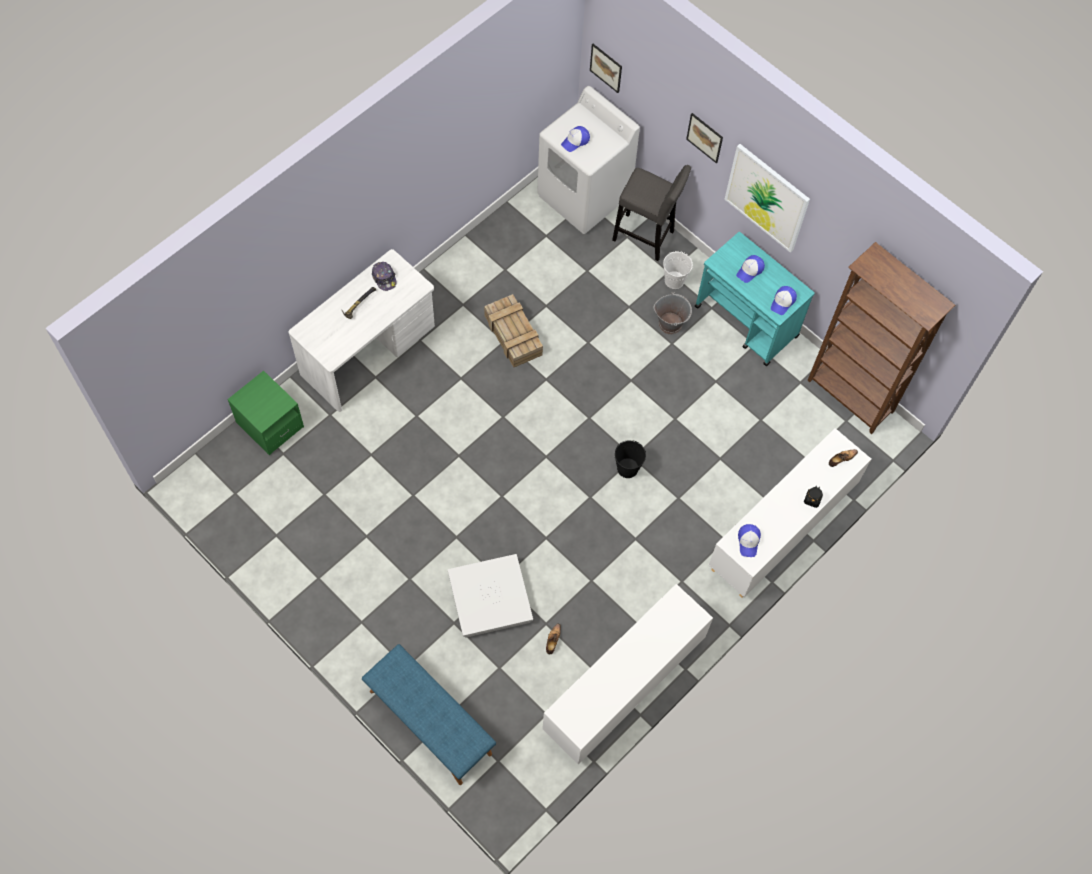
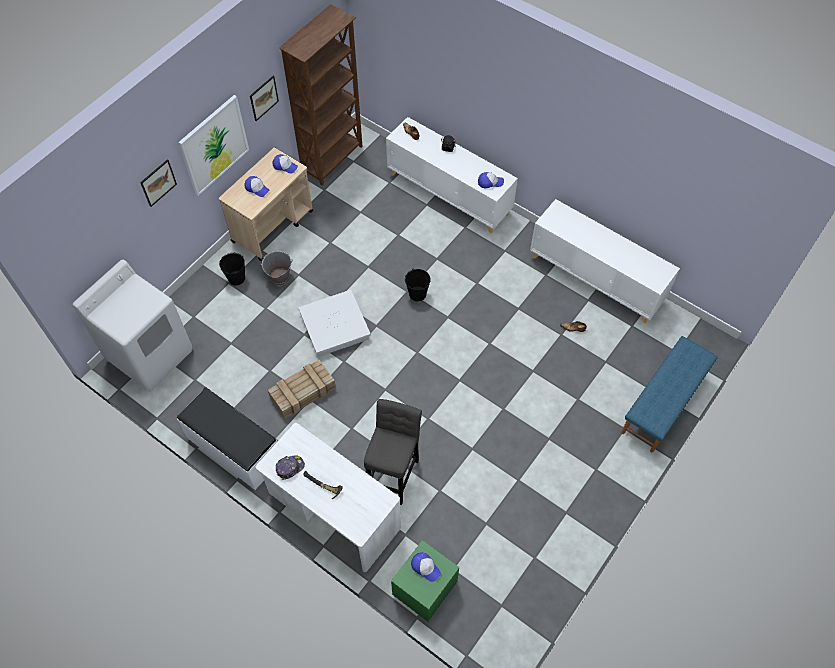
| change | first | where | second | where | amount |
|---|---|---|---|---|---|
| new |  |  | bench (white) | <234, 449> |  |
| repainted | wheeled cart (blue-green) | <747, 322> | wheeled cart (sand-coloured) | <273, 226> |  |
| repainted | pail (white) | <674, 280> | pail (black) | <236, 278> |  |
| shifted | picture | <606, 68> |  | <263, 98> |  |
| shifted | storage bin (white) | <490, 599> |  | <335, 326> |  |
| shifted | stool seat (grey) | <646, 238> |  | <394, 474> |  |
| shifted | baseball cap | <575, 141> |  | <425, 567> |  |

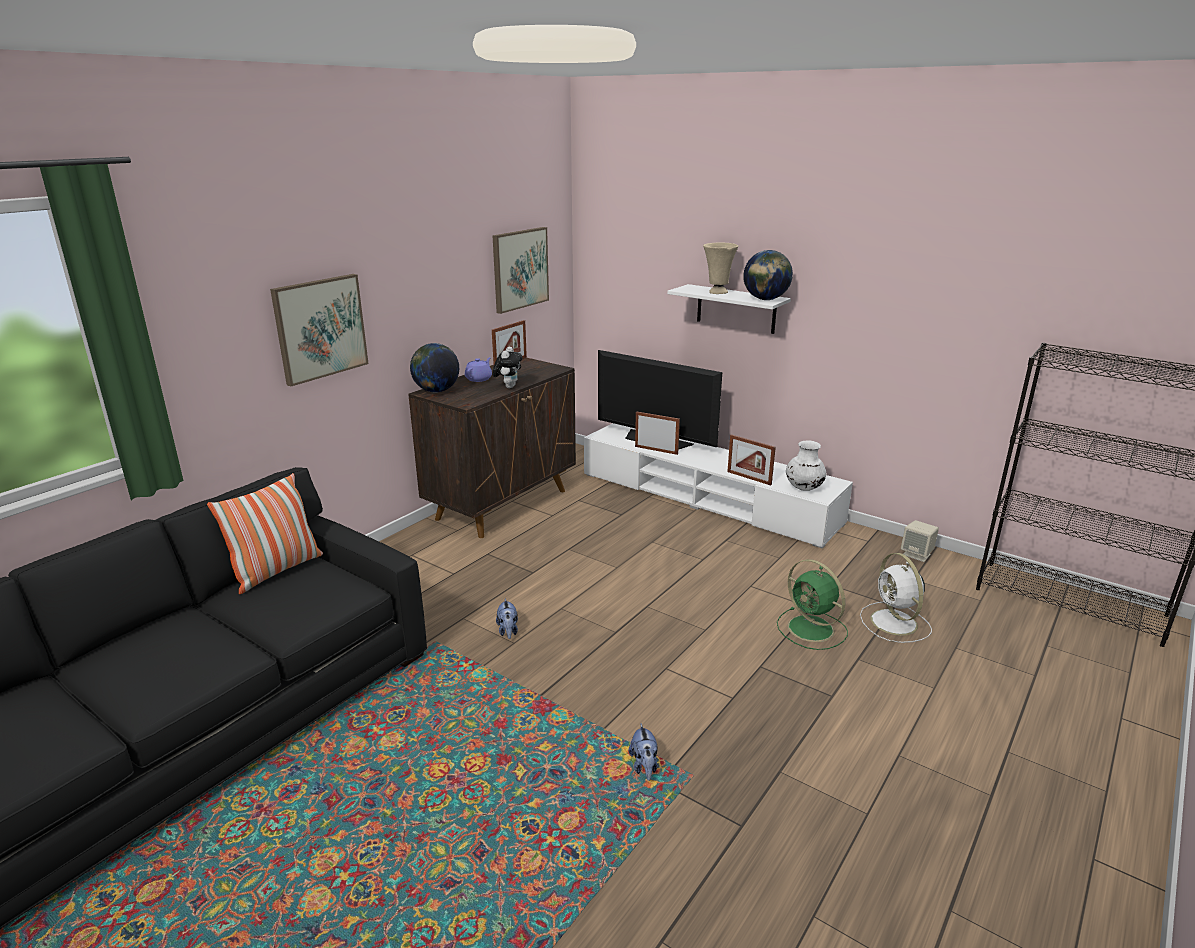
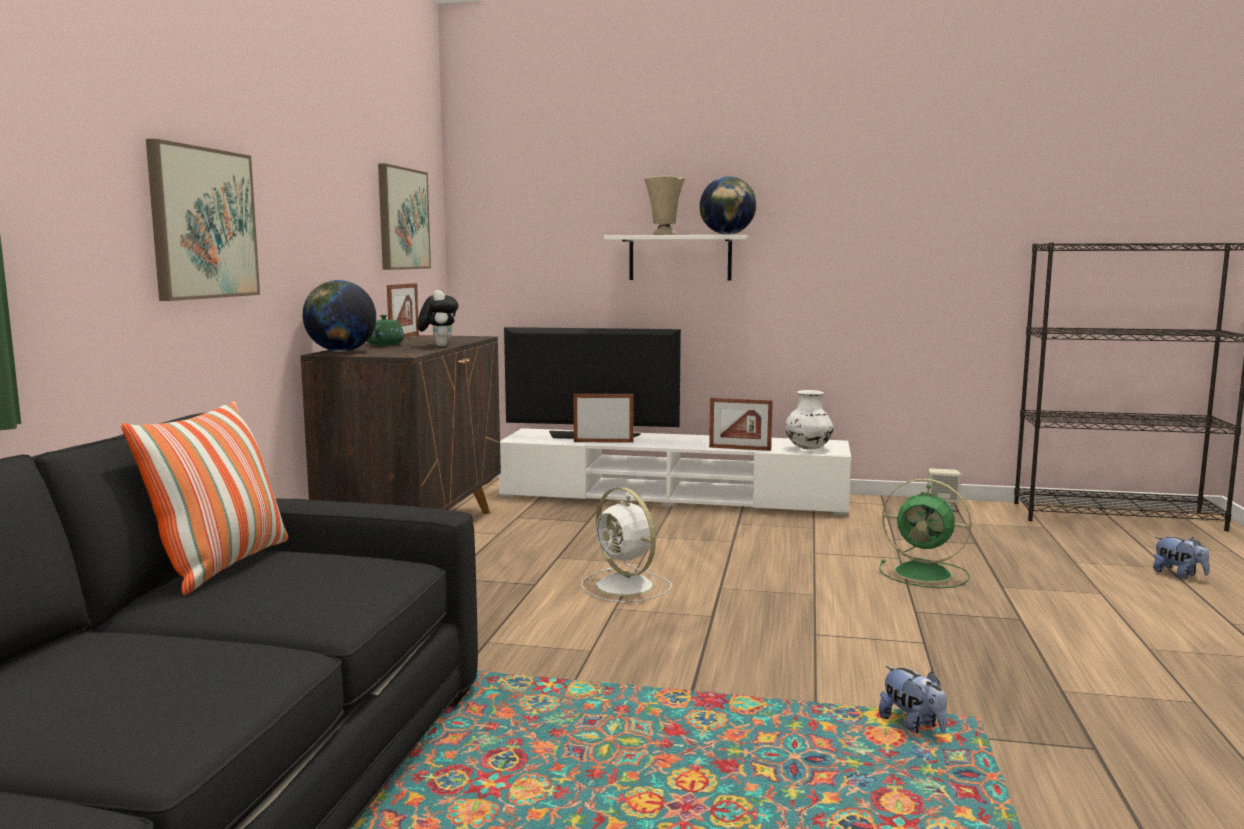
| change | first | where | second | where | amount |
|---|---|---|---|---|---|
| repainted | teapot (purple) | <479, 379> | teapot (green-coloured) | <385, 344> |  |
| shifted | cooling fan (white) | <895, 623> |  | <626, 586> |  |
| shifted | plush toy | <508, 631> |  | <1179, 575> |  |

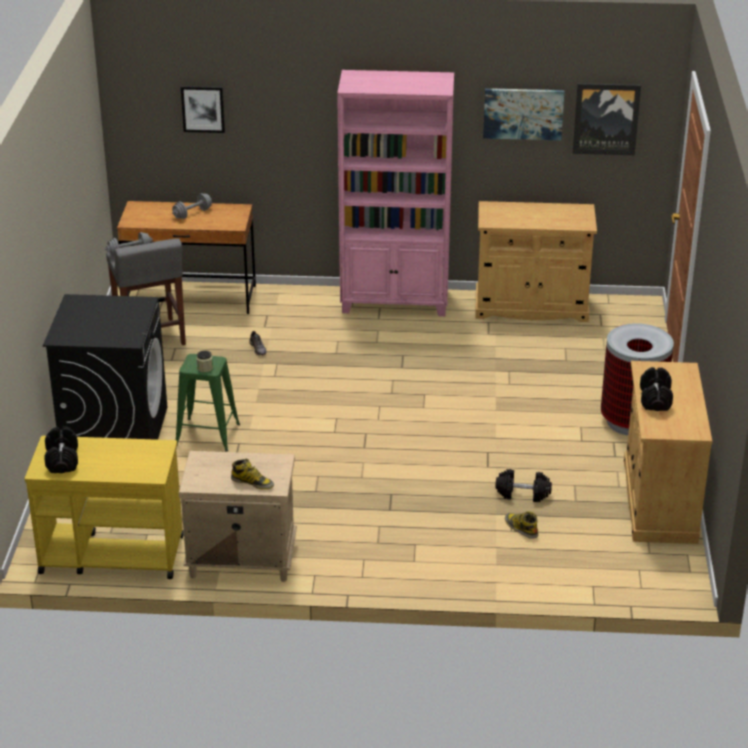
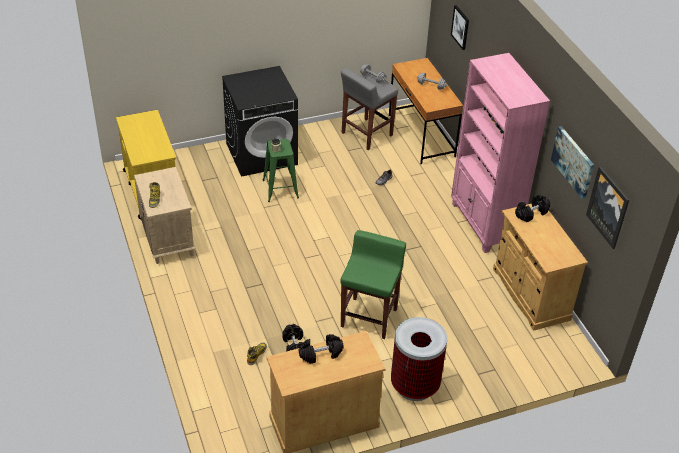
| change | first | where | second | where | amount |
|---|---|---|---|---|---|
| new |  |  | stool seat (green-coloured) | <369, 317> |  |
| shifted | dumbbell (black) | <62, 460> |  | <531, 213> |  |

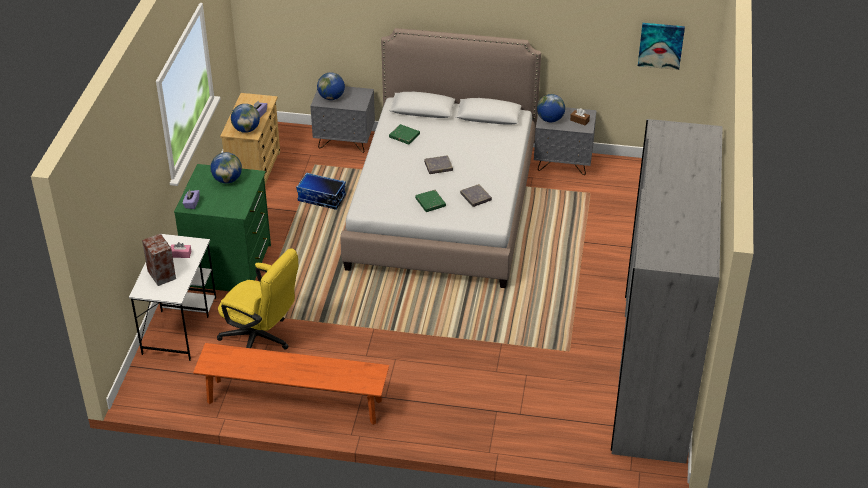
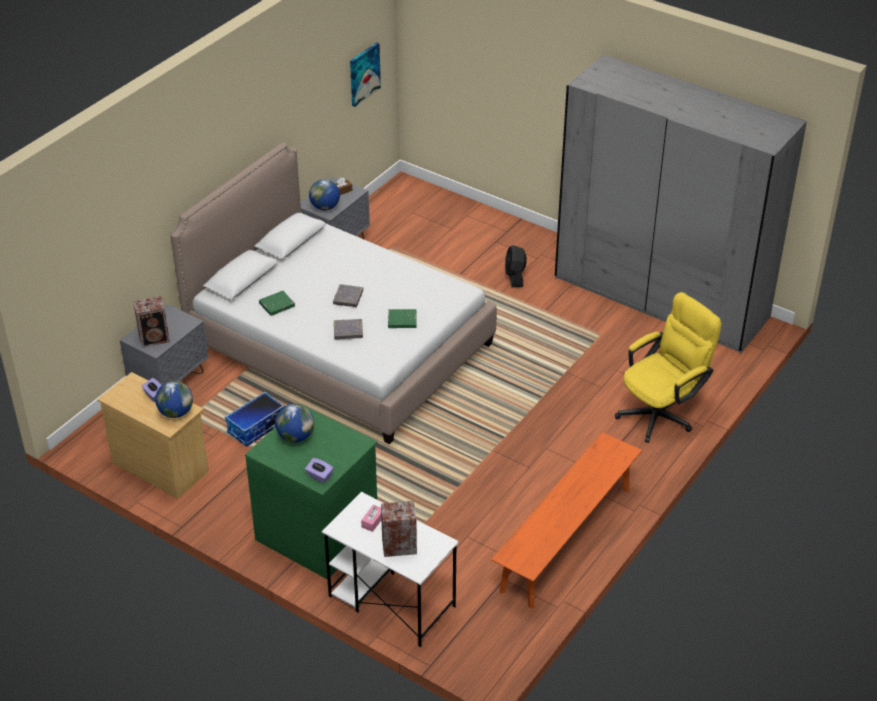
| change | first | where | second | where | amount |
|---|---|---|---|---|---|
| swapped | globe | <331, 97> | audio speaker | <155, 338> |  |
| shifted | bound book (grey) | <475, 197> |  | <348, 331> |  |
| new |  |  | cooling fan (black) | <515, 277> |  |
| shifted | computer chair (yellow) | <261, 339> |  | <662, 413> |  |

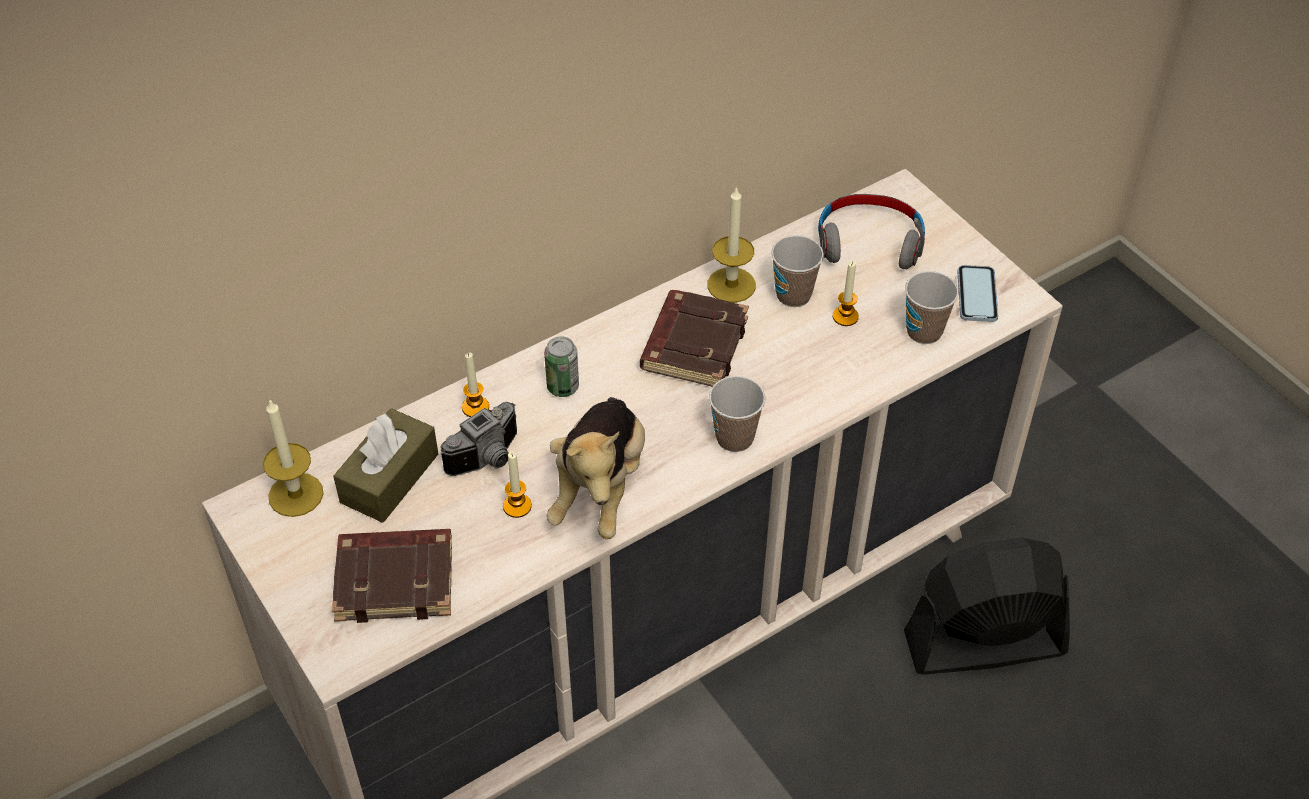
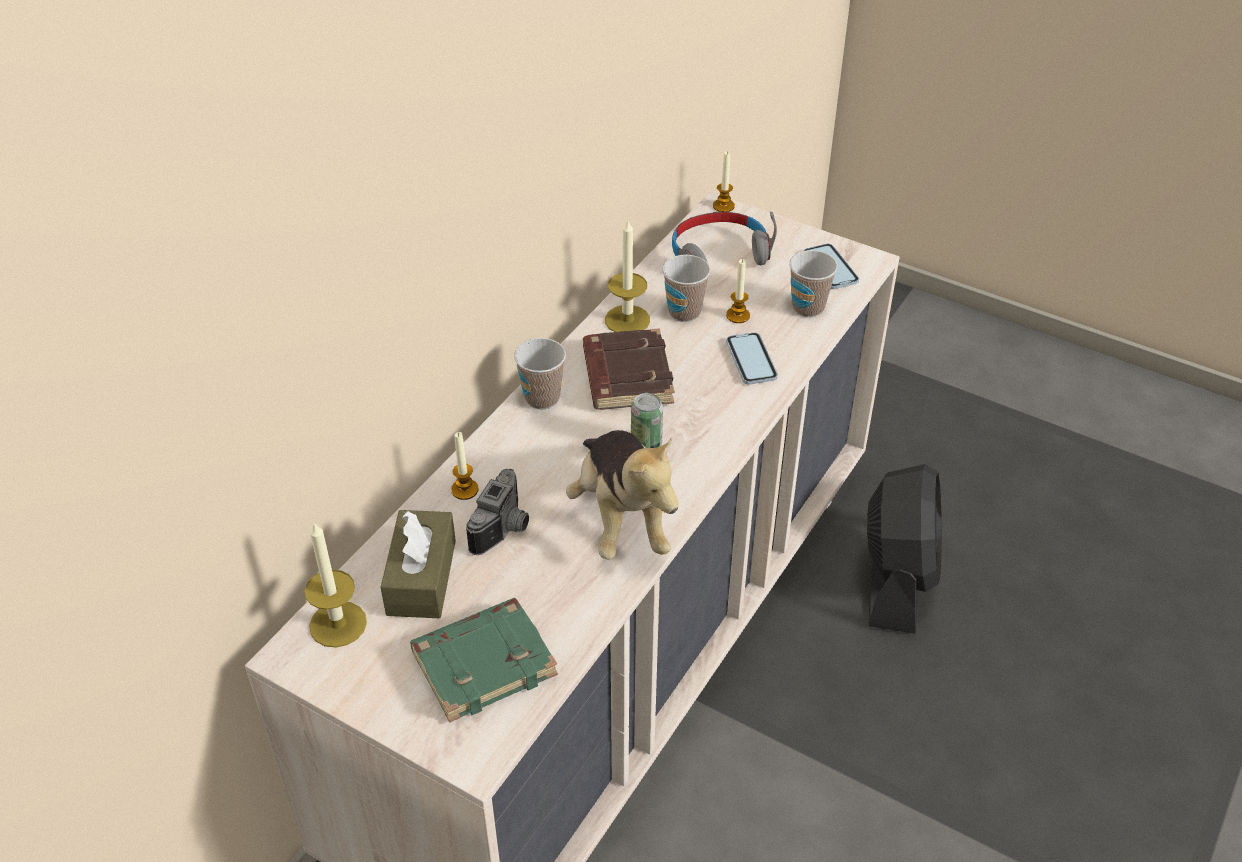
| change | first | where | second | where | amount |
|---|---|---|---|---|---|
| repainted | bound book (brown) | <396, 579> | bound book (green-coloured) | <484, 663> |  |
| shifted | cup | <734, 438> |  | <542, 398> |  |
| shifted | can | <563, 387> |  | <646, 445> |  |
| shifted | wax light | <517, 506> |  | <723, 206> |  |
| new |  |  | telephone | <751, 360> |  |
| rotated | cooling fan (black) | <983, 643> |  | <896, 577> | 135 degrees clockwise |

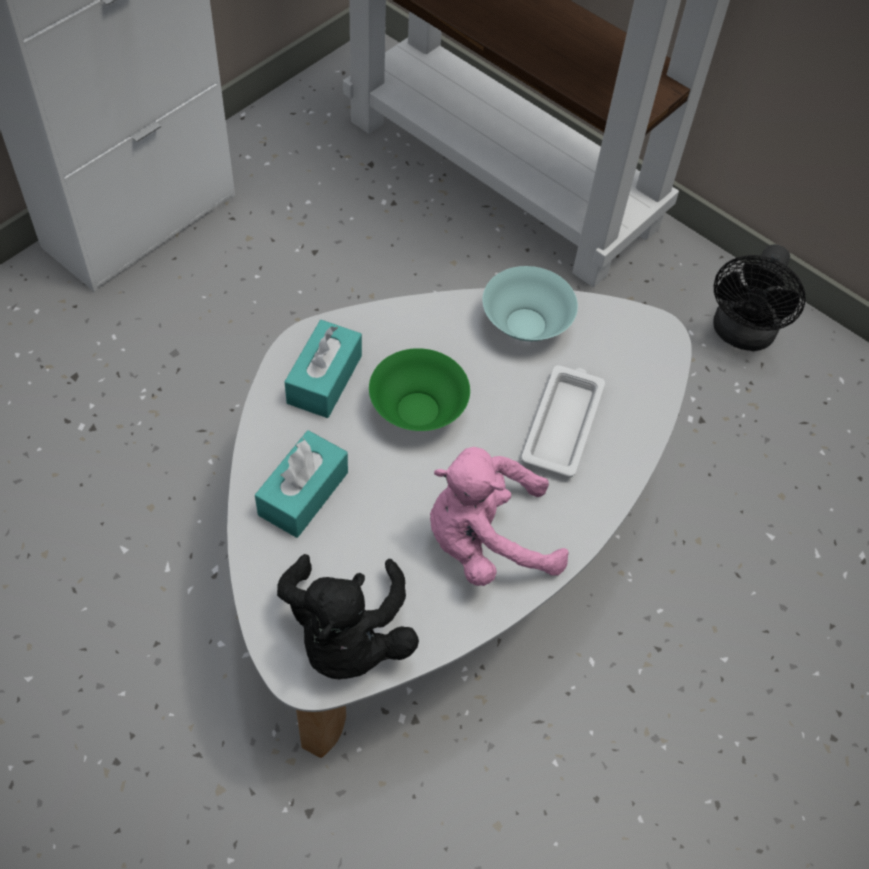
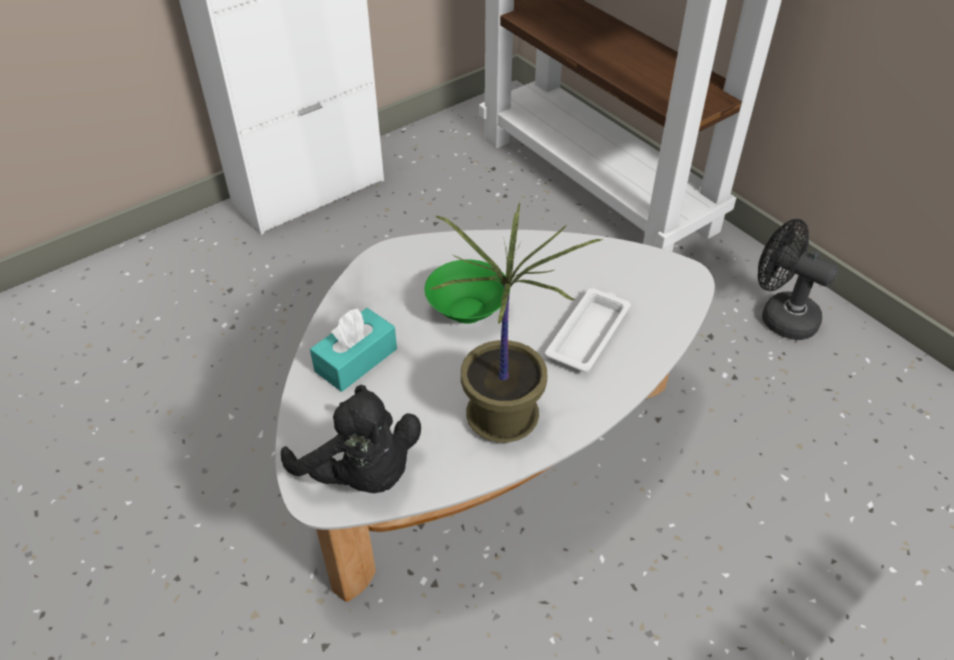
| change | first | where | second | where | amount |
|---|---|---|---|---|---|
| rotated | plush toy (black) | <346, 636> |  | <361, 472> | 60 degrees counterclockwise |
| swapped | plush toy (pinkish) | <486, 541> | plant in a pot | <501, 415> |  |
| rotated | cooling fan (black) | <741, 335> |  | <780, 316> | 90 degrees clockwise |
| gone | box of tissues (blue-green) | <324, 379> |  |  |  |
| gone | bowl (blue-green) | <526, 325> |  |  |  |

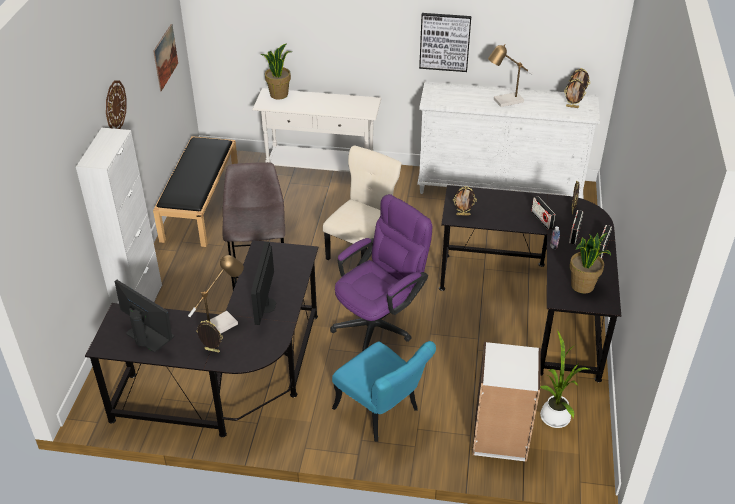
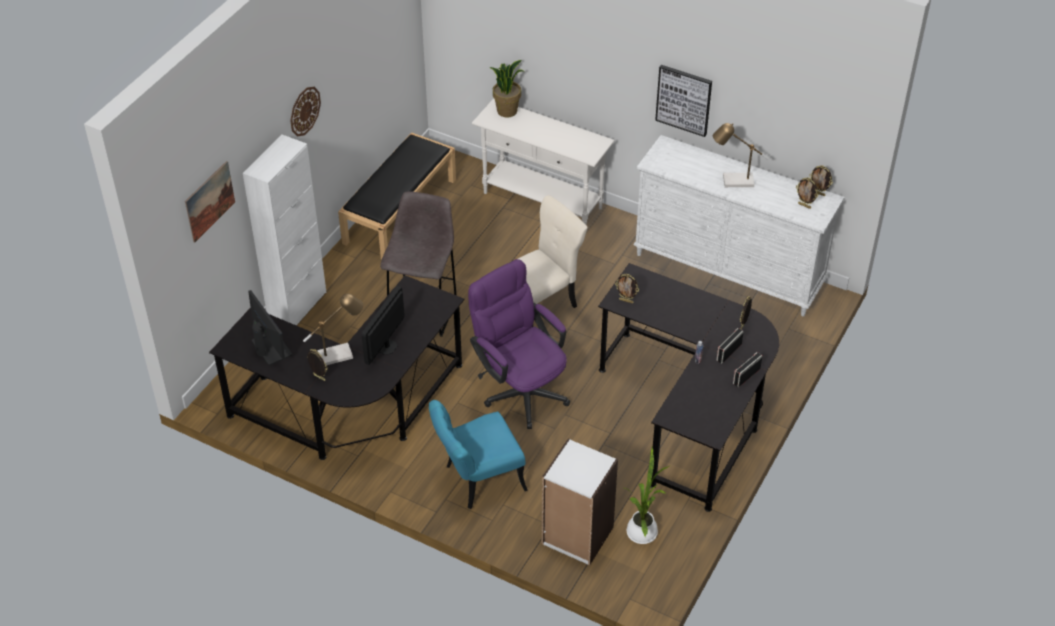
| change | first | where | second | where | amount |
|---|---|---|---|---|---|
| shifted | picture | <165, 57> |  | <209, 201> |  |
| rotated | upright chair (blue-green) | <382, 413> |  | <477, 480> | 90 degrees clockwise |
| rotated | computer chair (purple) | <379, 322> |  | <520, 389> | 105 degrees counterclockwise |
| gone | radio | <542, 219> |  |  |  |
| gone | plant in a pot | <582, 286> |  |  |  |

